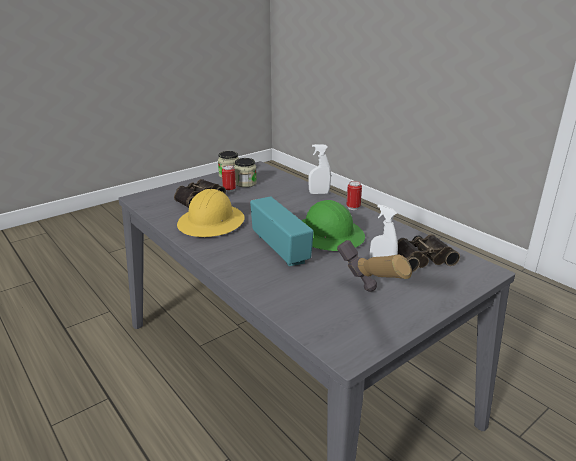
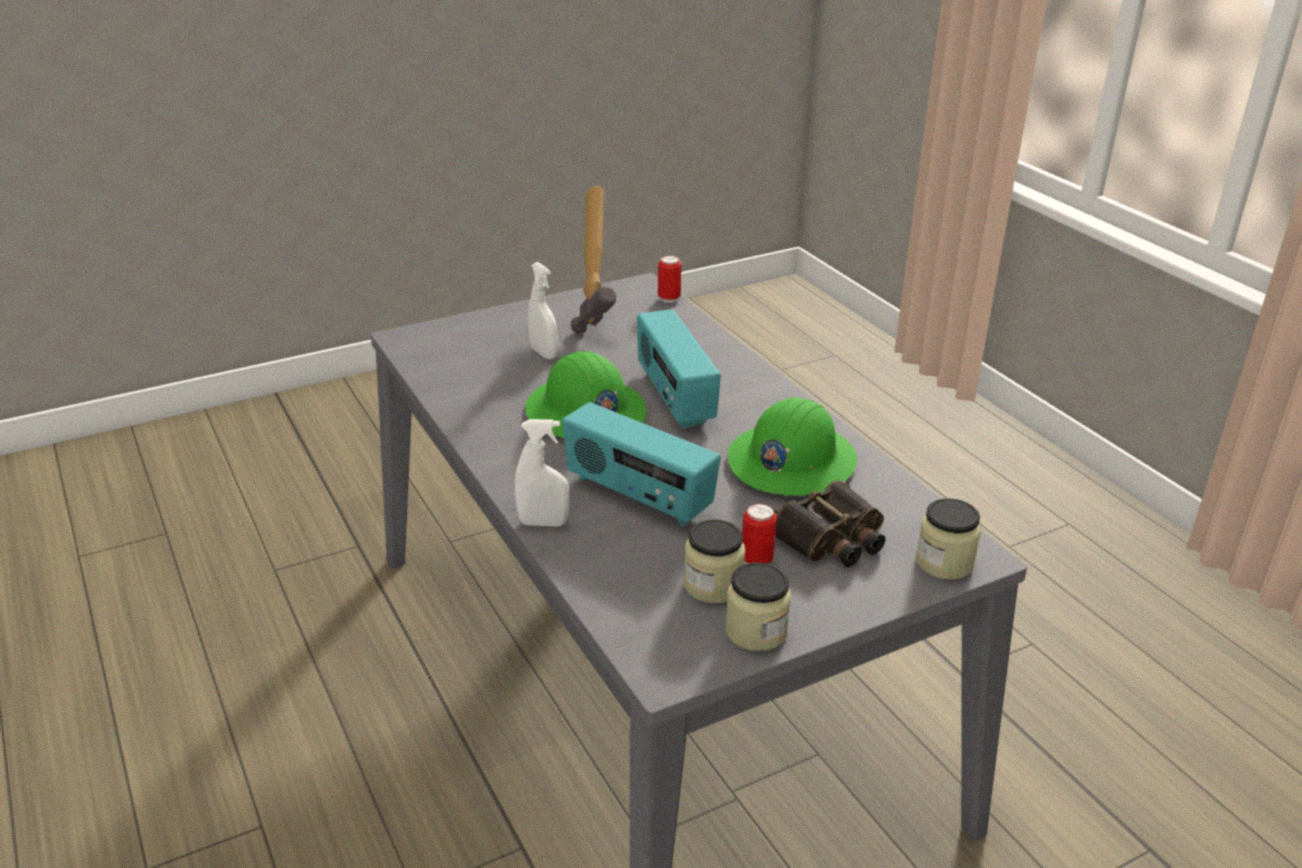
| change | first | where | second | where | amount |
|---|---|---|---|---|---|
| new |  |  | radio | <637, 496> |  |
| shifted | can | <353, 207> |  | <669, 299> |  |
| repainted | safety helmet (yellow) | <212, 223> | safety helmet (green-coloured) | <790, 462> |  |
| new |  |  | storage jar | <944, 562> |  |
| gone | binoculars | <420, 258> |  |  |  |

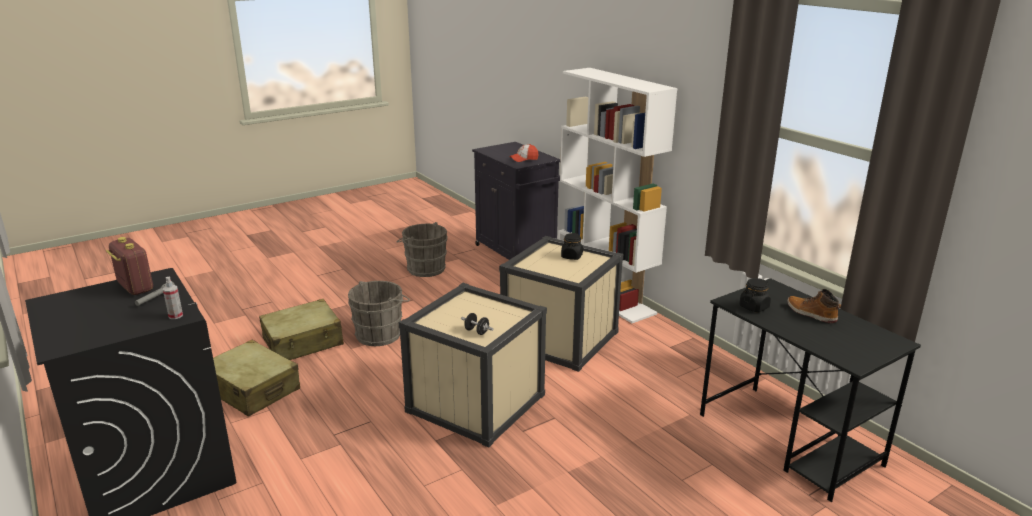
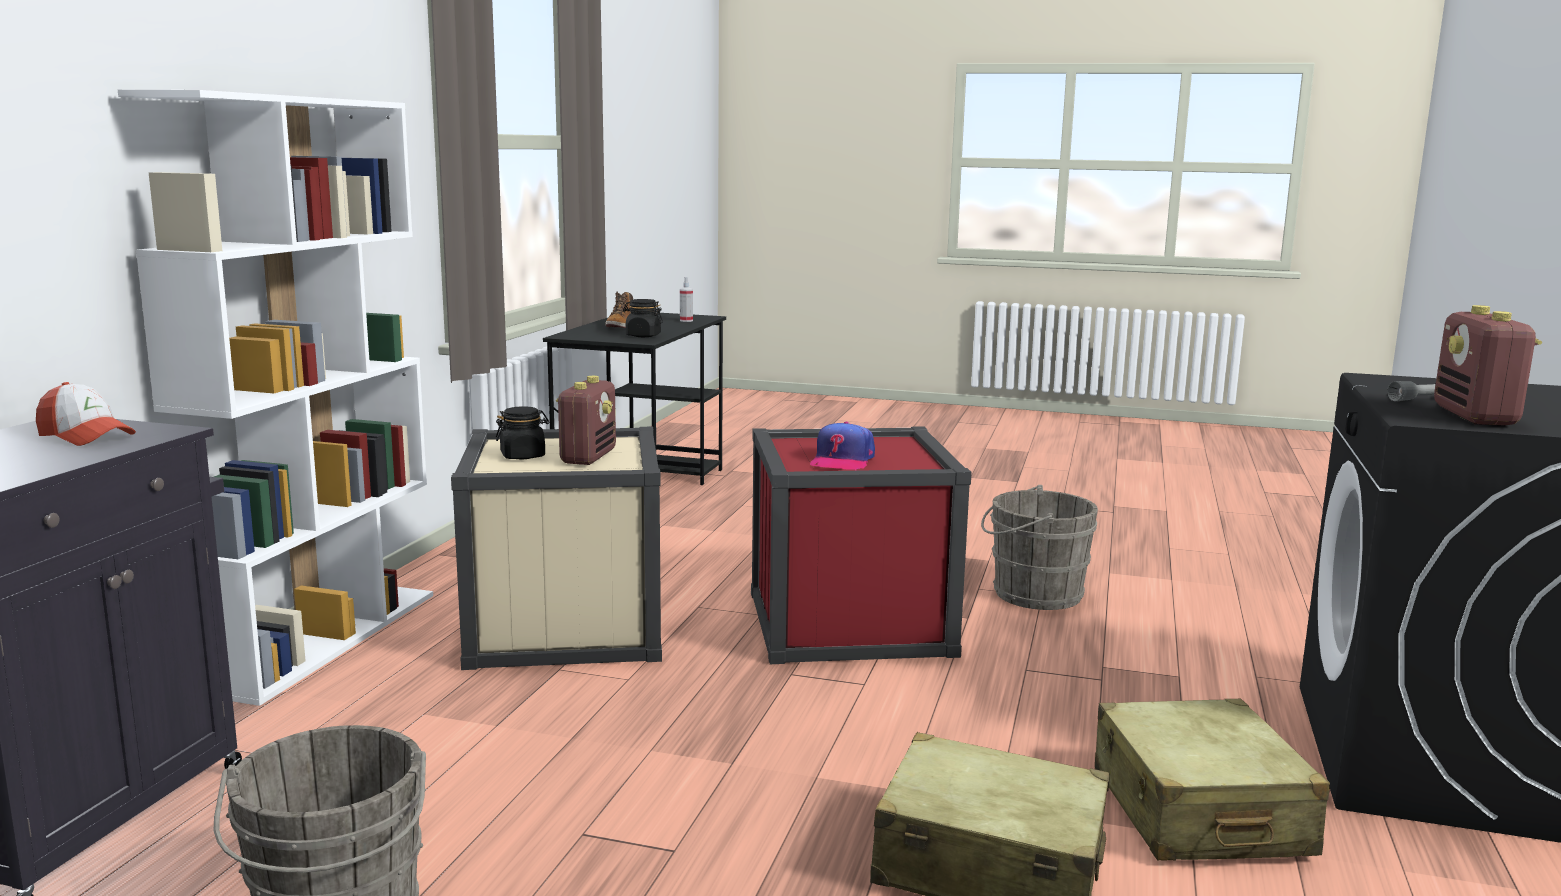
| change | first | where | second | where | amount |
|---|---|---|---|---|---|
| new |  |  | radio | <588, 457> |  |
| shifted | hand sprayer | <175, 316> |  | <686, 320> |  |
| repainted | storage bin (sand-coloured) | <476, 403> | storage bin (reddish) | <849, 623> |  |
| new |  |  | baseball cap | <842, 460> |  |
| shifted | pail (grey) | <381, 334> |  | <1031, 594> |  |
| gone | dumbbell (black) | <476, 331> |  |  |  |

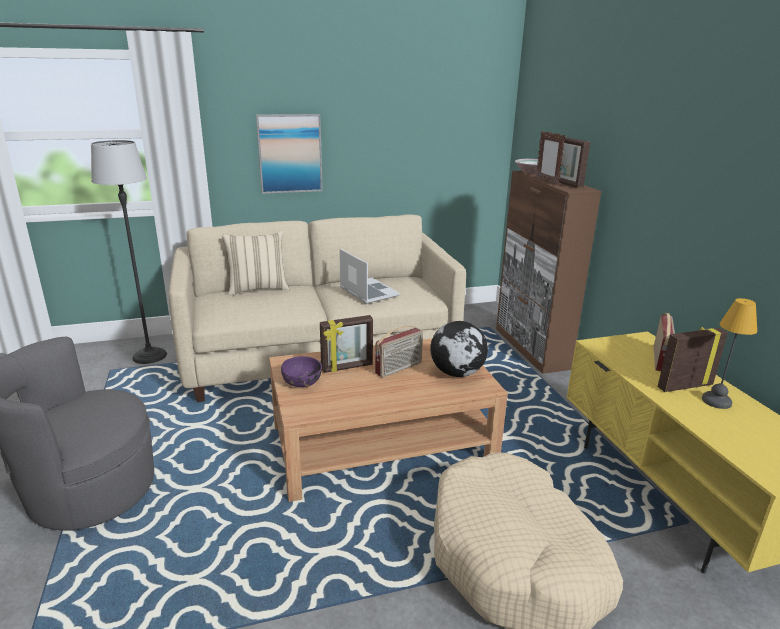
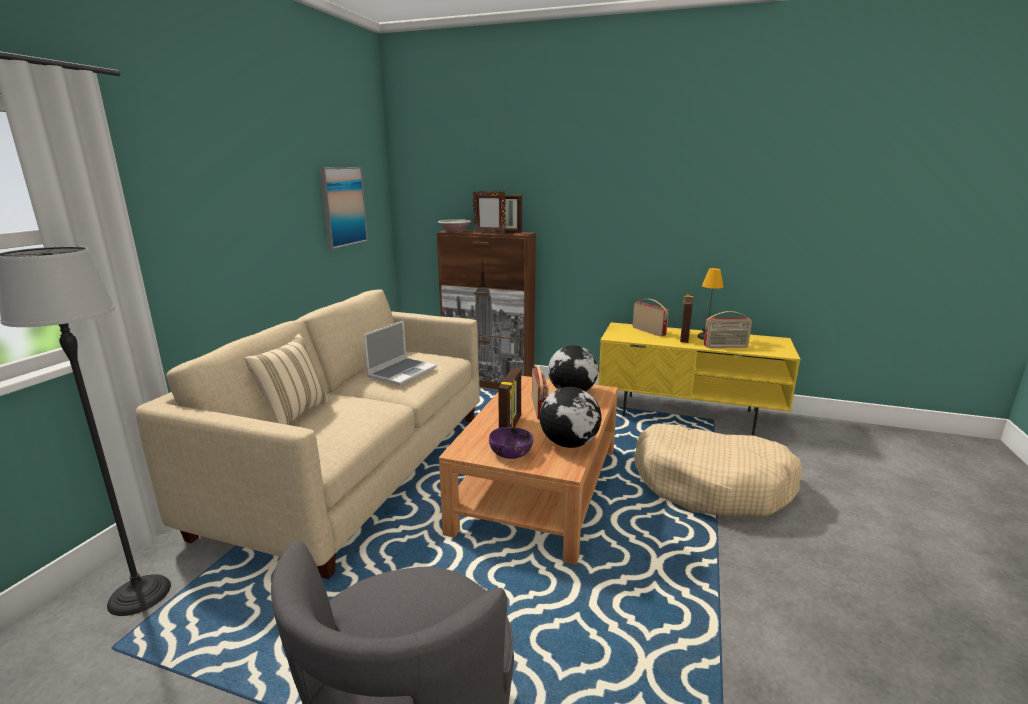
| change | first | where | second | where | amount |
|---|---|---|---|---|---|
| shifted | picture | <290, 153> |  | <343, 206> |  |
| rotated | portable computer | <367, 292> |  | <402, 372> | 120 degrees clockwise |
| new |  |  | globe | <569, 443> |  |
| new |  |  | radio | <725, 347> |  |

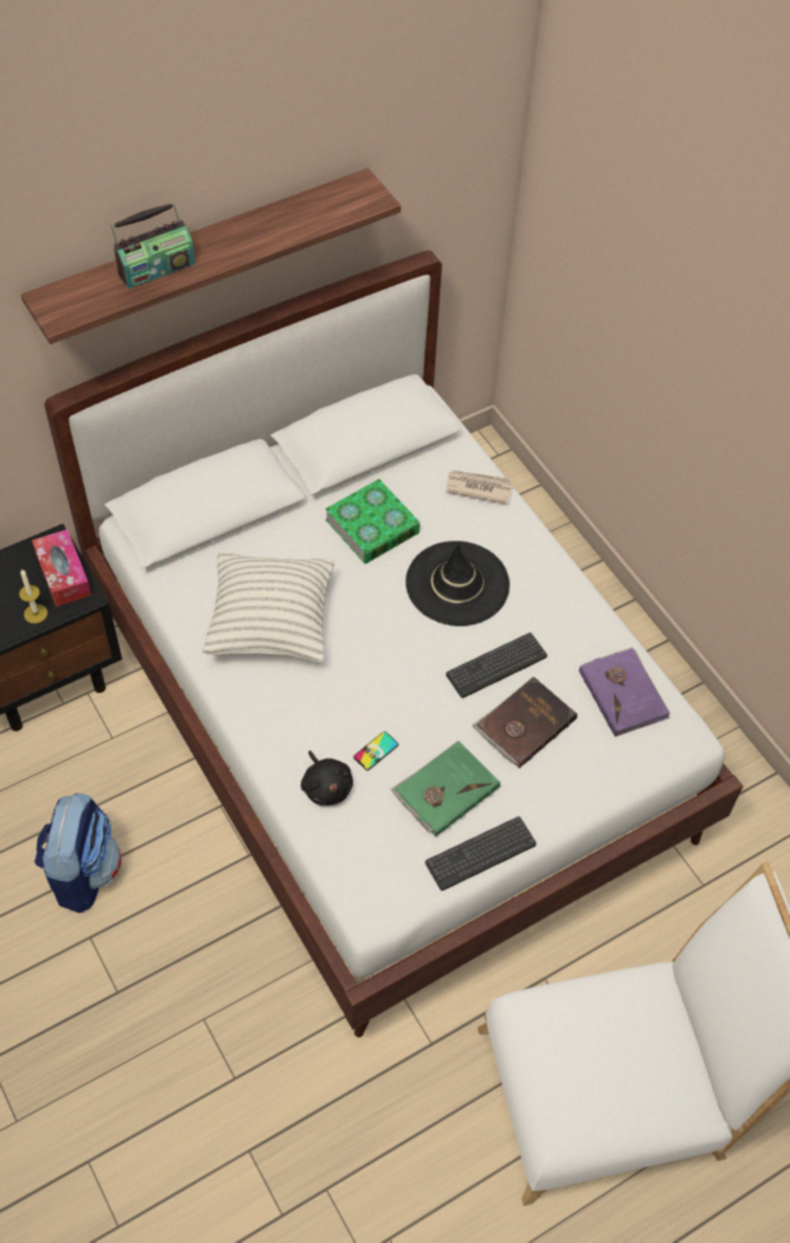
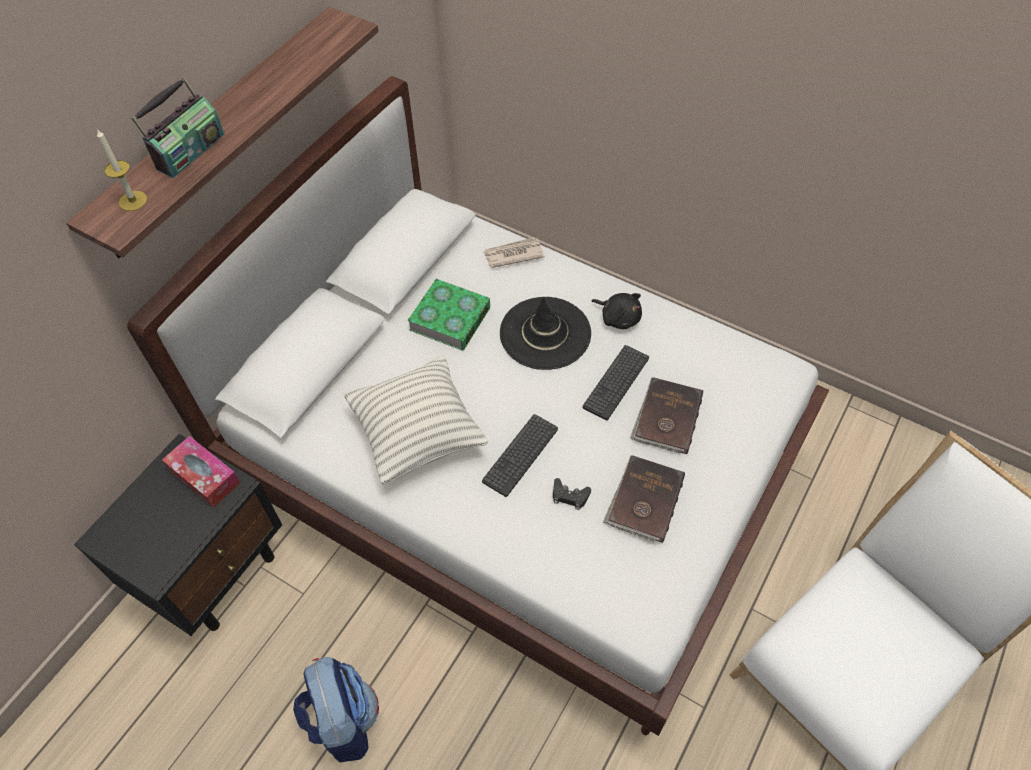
| change | first | where | second | where | amount |
|---|---|---|---|---|---|
| shifted | wax light | <35, 613> |  | <133, 201> |  |
| shifted | keyboard | <480, 853> |  | <520, 455> |  |
| swapped | telephone | <376, 751> | game controller (black) | <569, 496> |  |
| shifted | plush toy (black) | <326, 786> |  | <618, 317> |  |
| repainted | bound book (green-coloured) | <445, 790> | bound book (brown) | <644, 500> |  |
| gone | bound book (purple) | <624, 693> |  |  |  |

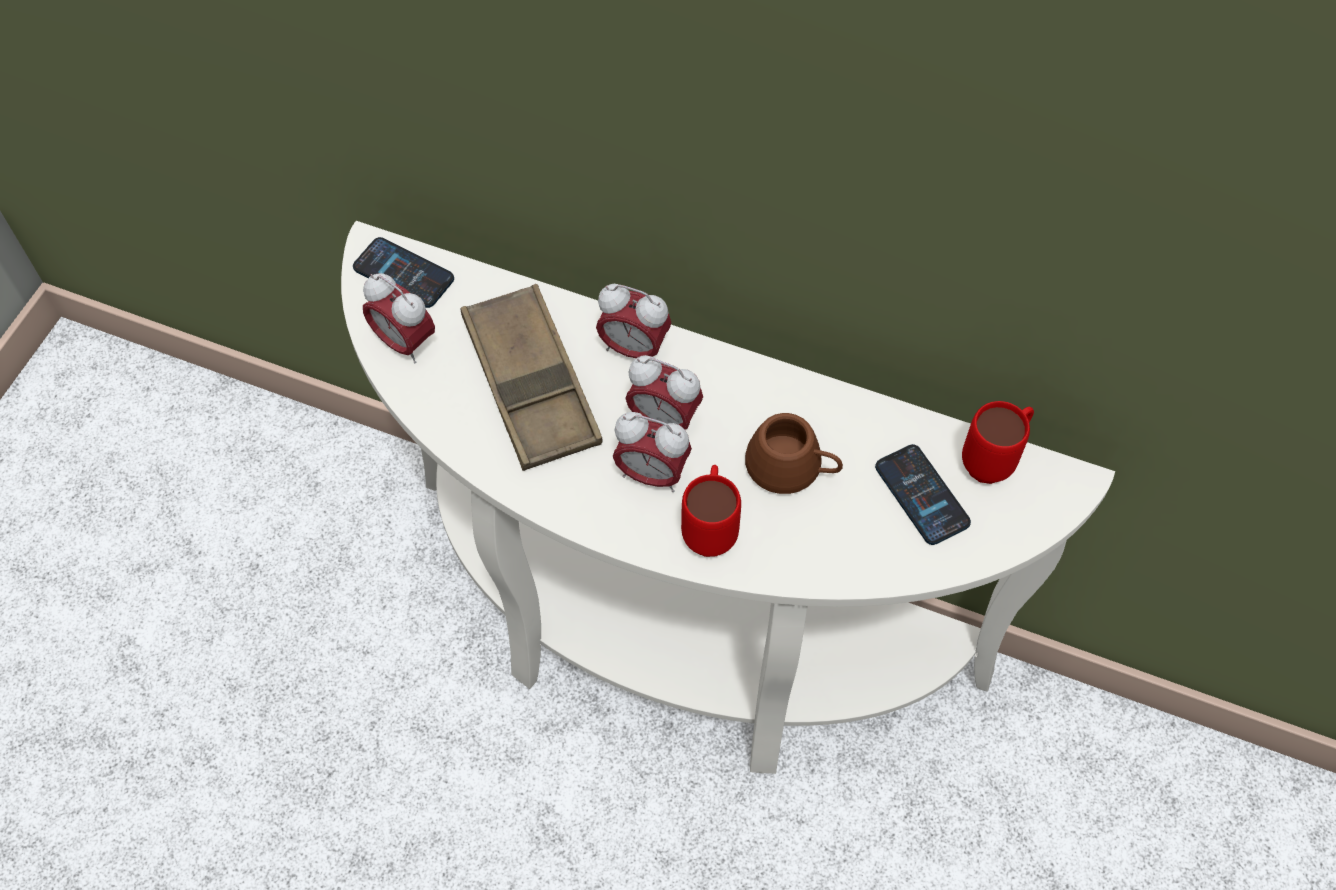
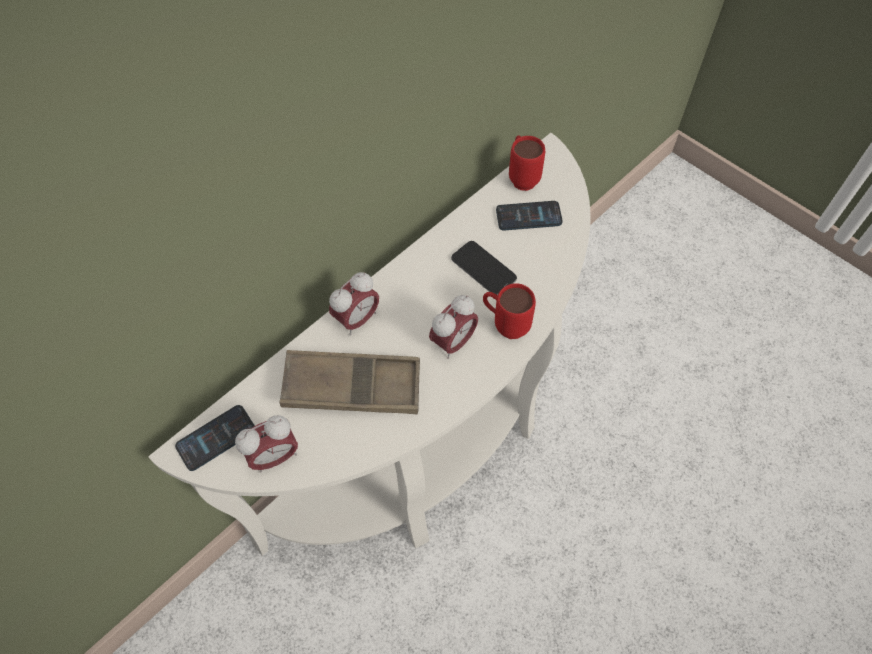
| change | first | where | second | where | amount |
|---|---|---|---|---|---|
| swapped | tea mug (brown) | <792, 468> | telephone | <483, 269> |  |
| gone | table clock | <663, 420> |  |  |  |

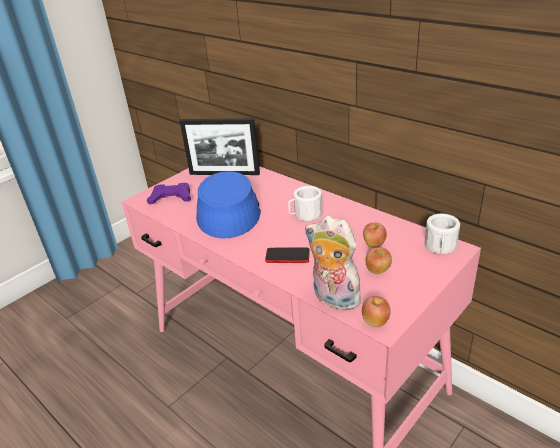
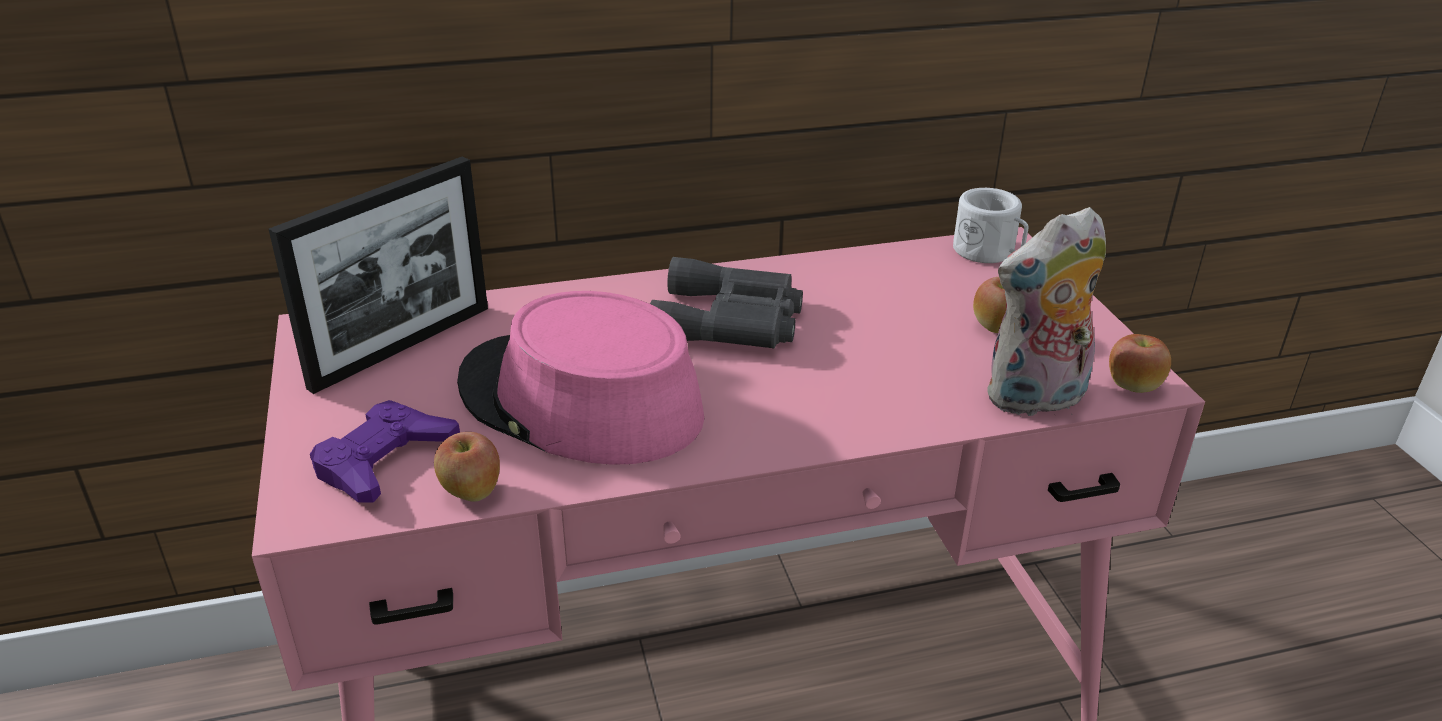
| change | first | where | second | where | amount |
|---|---|---|---|---|---|
| shifted | apple fruit | <373, 245> |  | <471, 492> |  |
| repainted | wearable hat (blue-coloured) | <228, 211> | wearable hat (pinkish) | <579, 401> |  |
| swapped | tea mug (white) | <305, 215> | binoculars (grey) | <731, 321> |  |
| gone | telephone | <287, 256> |  |  |  |

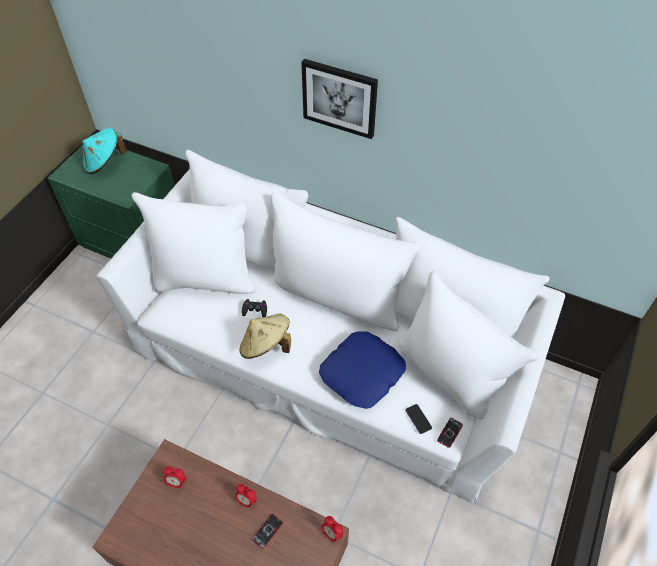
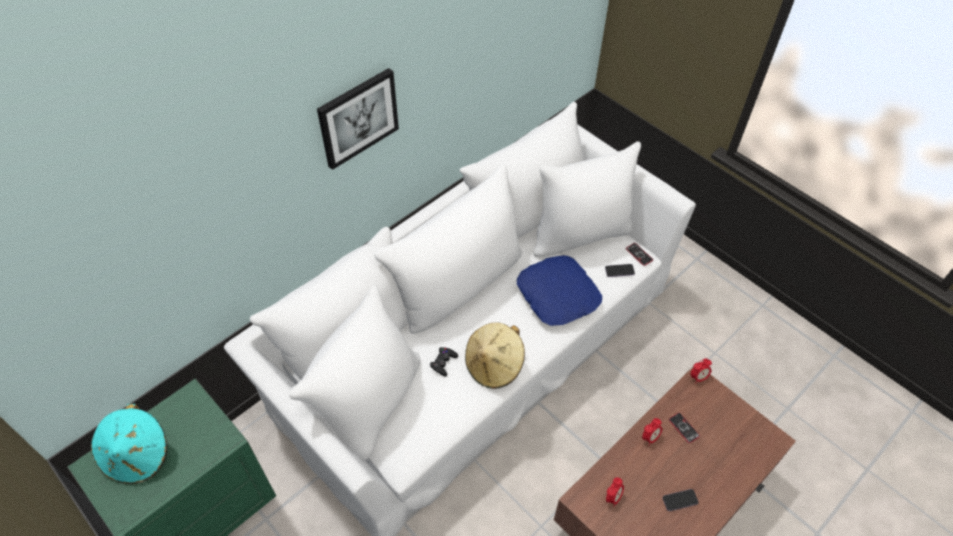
| change | first | where | second | where | amount |
|---|---|---|---|---|---|
| new |  |  | telephone | <680, 500> |  |

